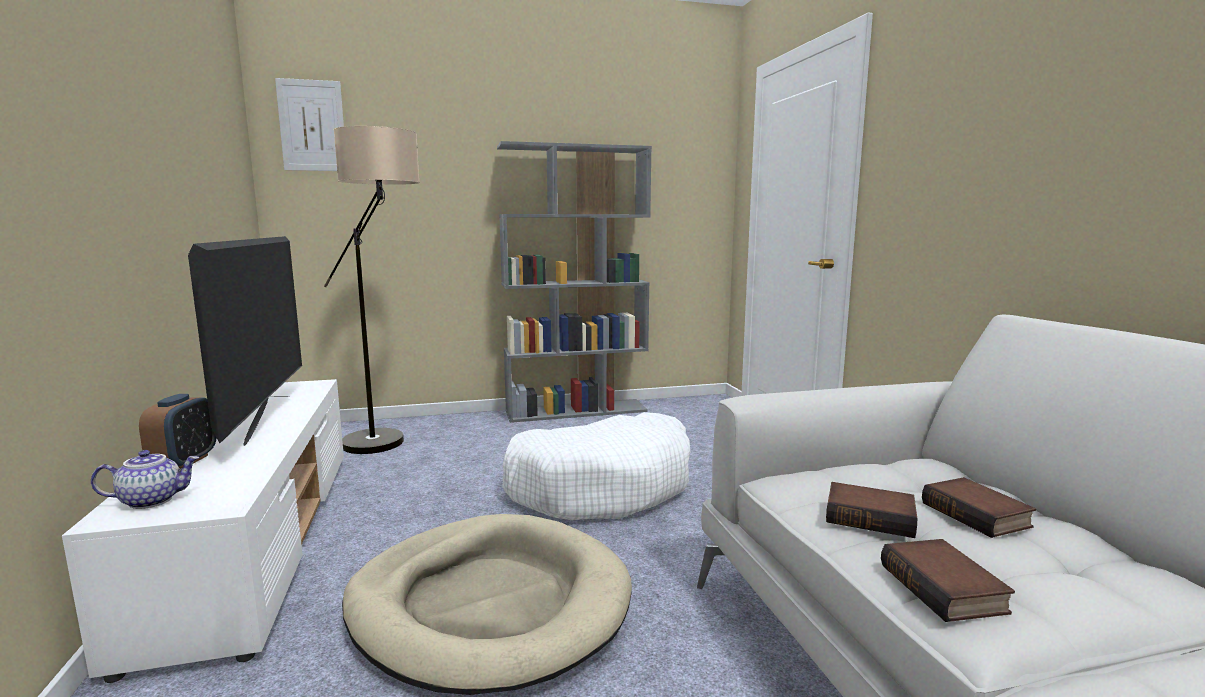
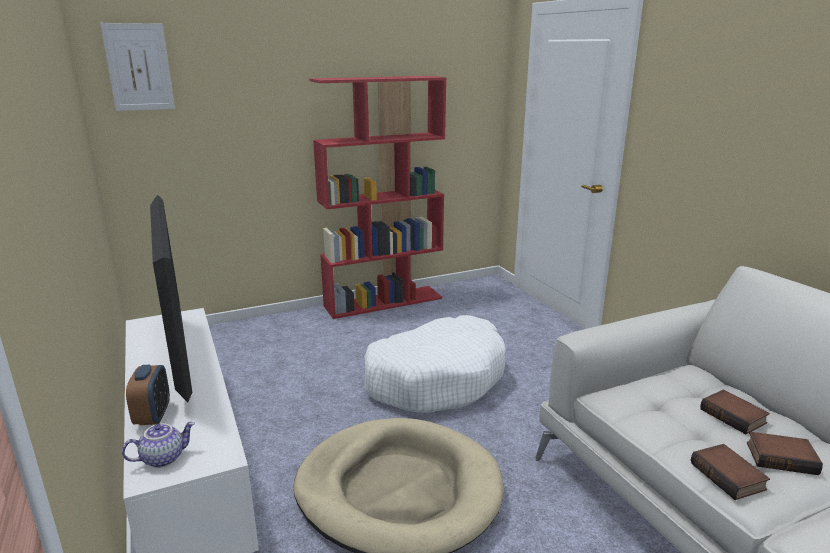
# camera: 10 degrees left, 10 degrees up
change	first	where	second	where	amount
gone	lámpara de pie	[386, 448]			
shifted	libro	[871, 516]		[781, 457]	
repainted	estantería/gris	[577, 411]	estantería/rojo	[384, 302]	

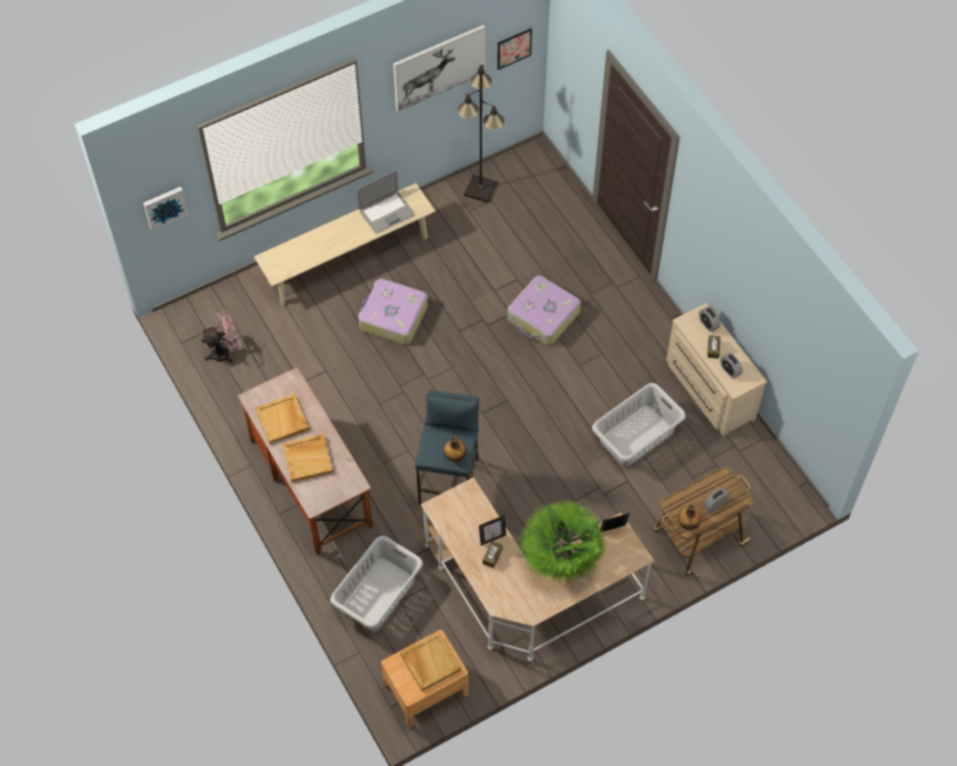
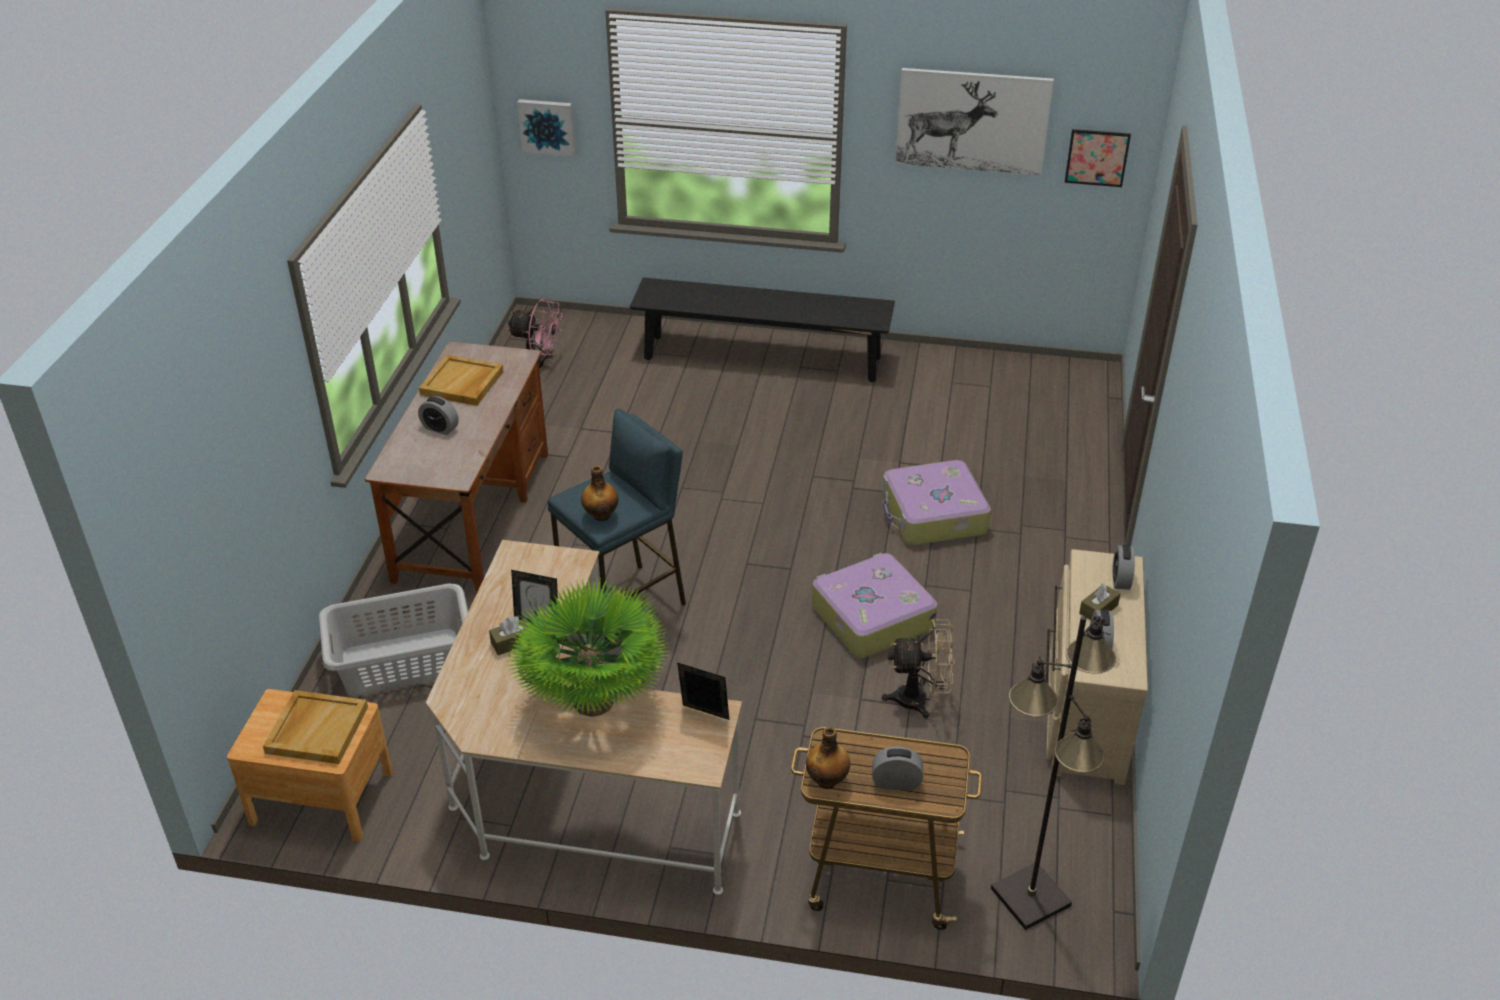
# camera: 40 degrees right, 20 degrees down
change	first	where	second	where	amount
gone	portátil	[386, 212]			
shifted	maleta	[392, 317]		[871, 617]	
shifted	lámpara de pie/negro	[481, 189]		[1032, 897]	
swapped	bandeja/beis	[308, 459]	despertador	[440, 428]	
swapped	cesto de la ropa/gris	[635, 436]	ventilador/beis	[920, 699]	
repainted	banco/beis	[348, 260]	banco/negro	[762, 358]	

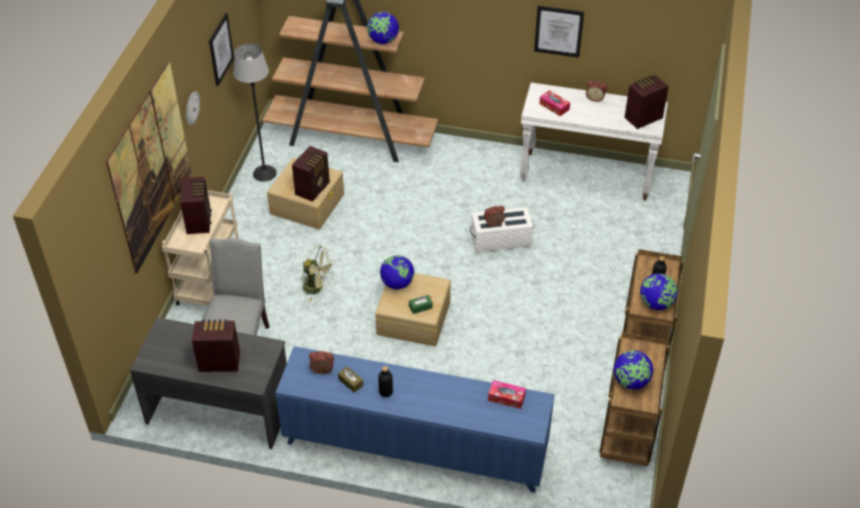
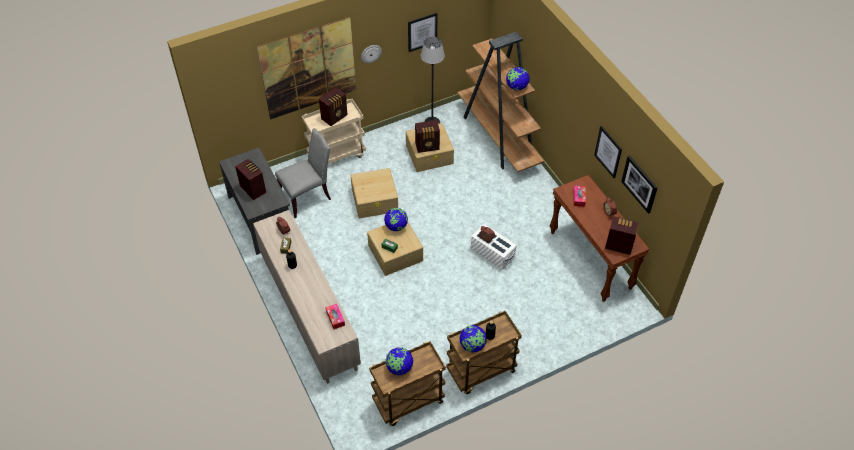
# camera: 50 degrees right, 5 degrees up
change	first	where	second	where	amount
new			cuadro	[640, 184]	
swapped	ventilador/verde	[317, 288]	caja de almacenaje/beis	[375, 199]	
repainted	armario/azul	[415, 448]	armario/beis	[309, 312]	
repainted	mesa consola/blanco	[587, 175]	mesa consola/marrón	[591, 260]	

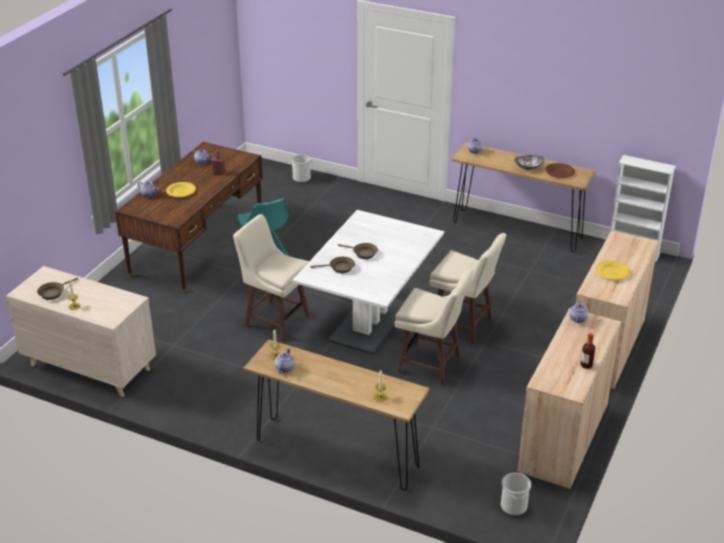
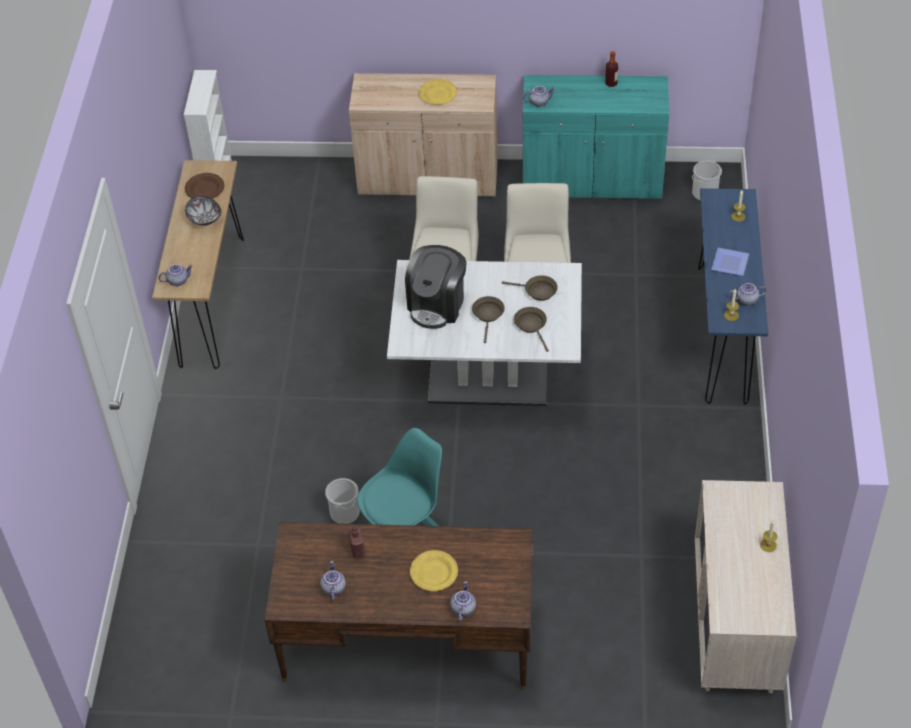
# camera: 110 degrees left, 15 degrees up
change	first	where	second	where	amount
gone	taburete/beis	[275, 320]			
new			cafetera	[437, 305]	
new			plato	[731, 264]	
shifted	sartén/marrón	[53, 293]		[537, 291]	
shifted	cubo	[301, 178]		[344, 512]	
repainted	mesa consola/marrón	[336, 453]	mesa consola/azul	[722, 333]	
repainted	armario/beis	[563, 438]	armario/turquesa	[592, 181]	

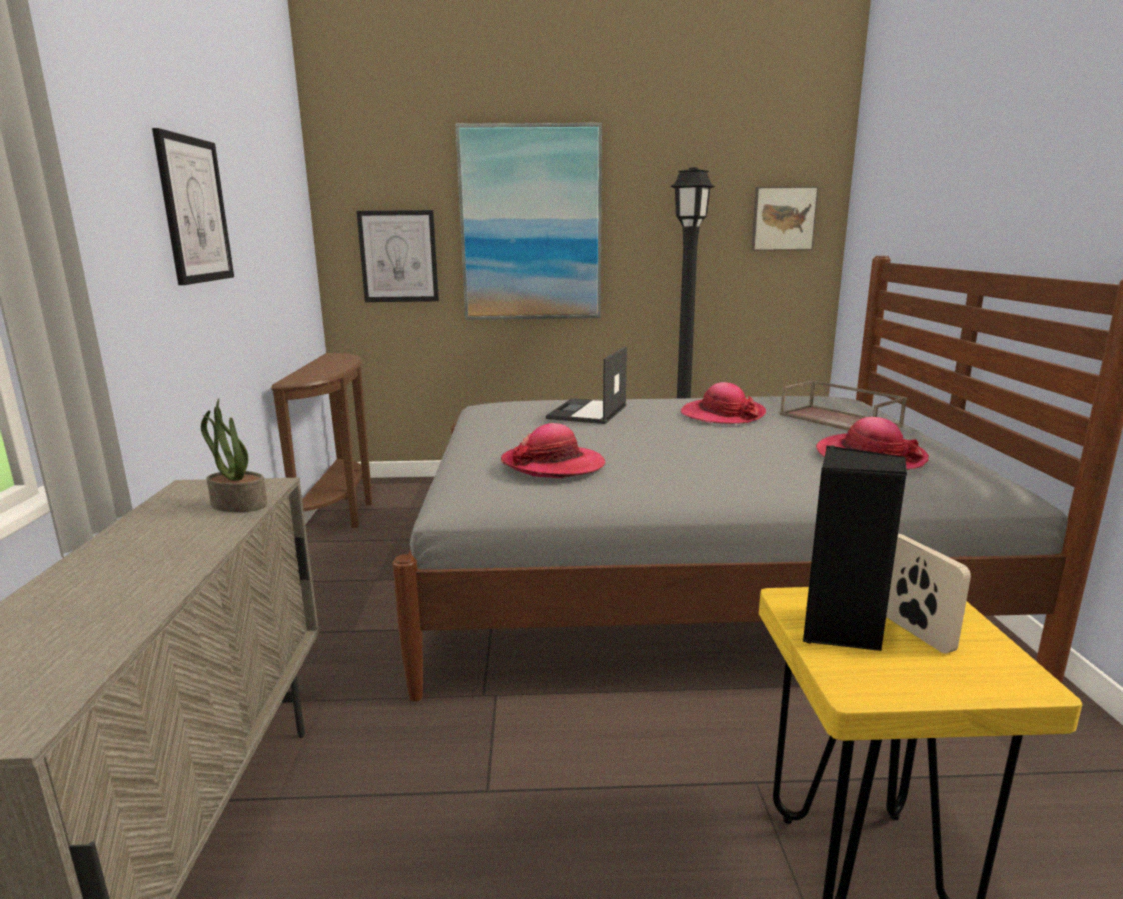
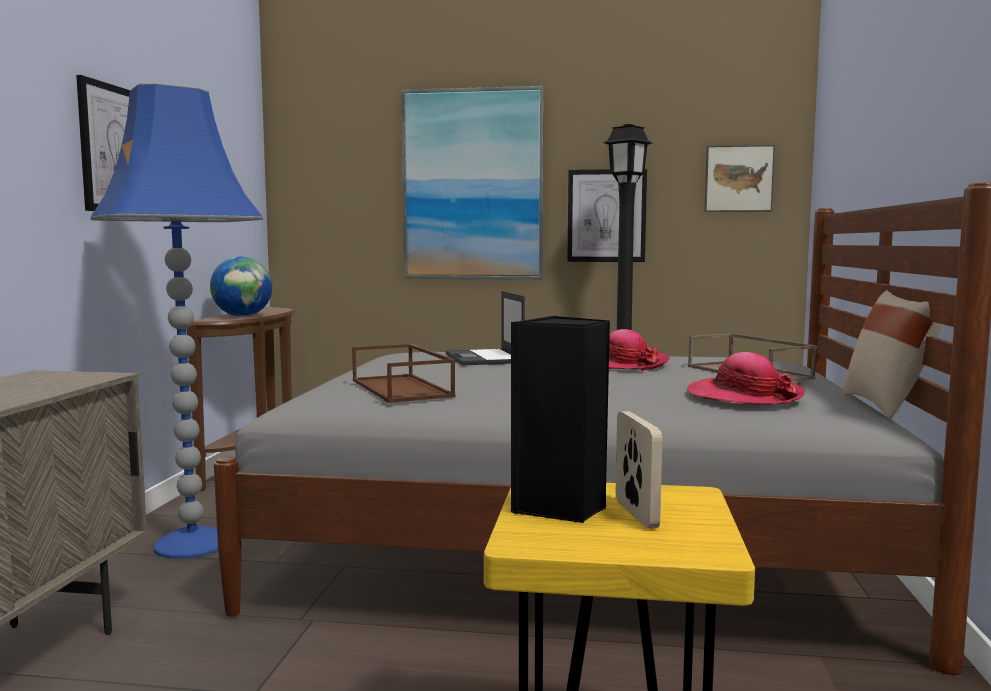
# camera: 10 degrees right, 10 degrees down
change	first	where	second	where	amount
gone	planta en maceta	[237, 505]			
new			lámpara de pie/azul	[191, 545]	
new			globo terráqueo	[242, 316]	
new			cojín/beis	[888, 406]	
shifted	cuadro	[398, 256]		[606, 216]	
swapped	sombrero	[553, 465]	bandeja/marrón	[403, 388]	
rotated	portátil	[587, 412]		[484, 358]	45 degrees counterclockwise

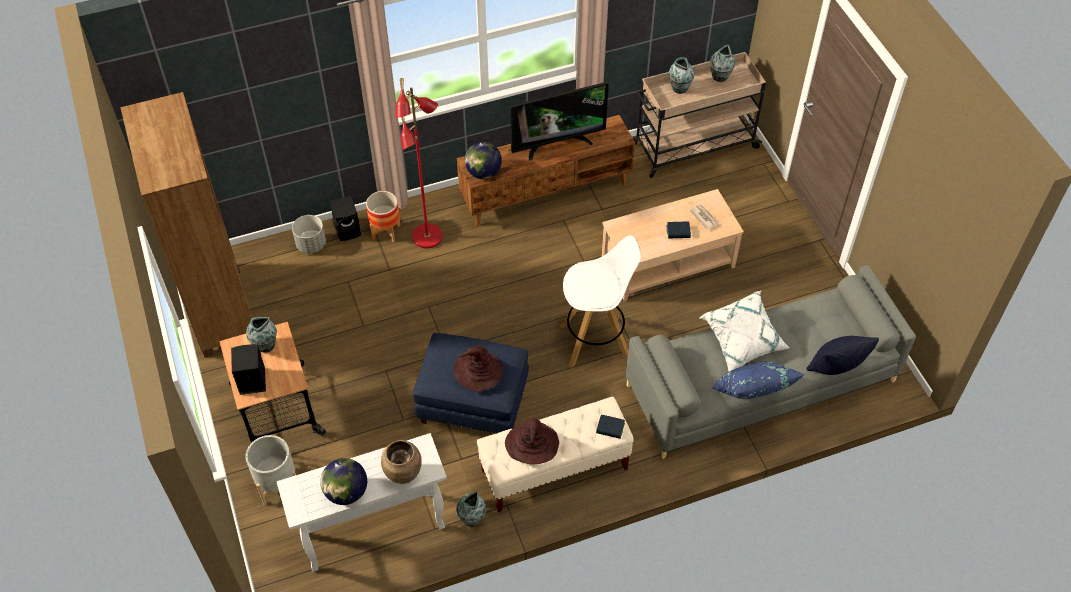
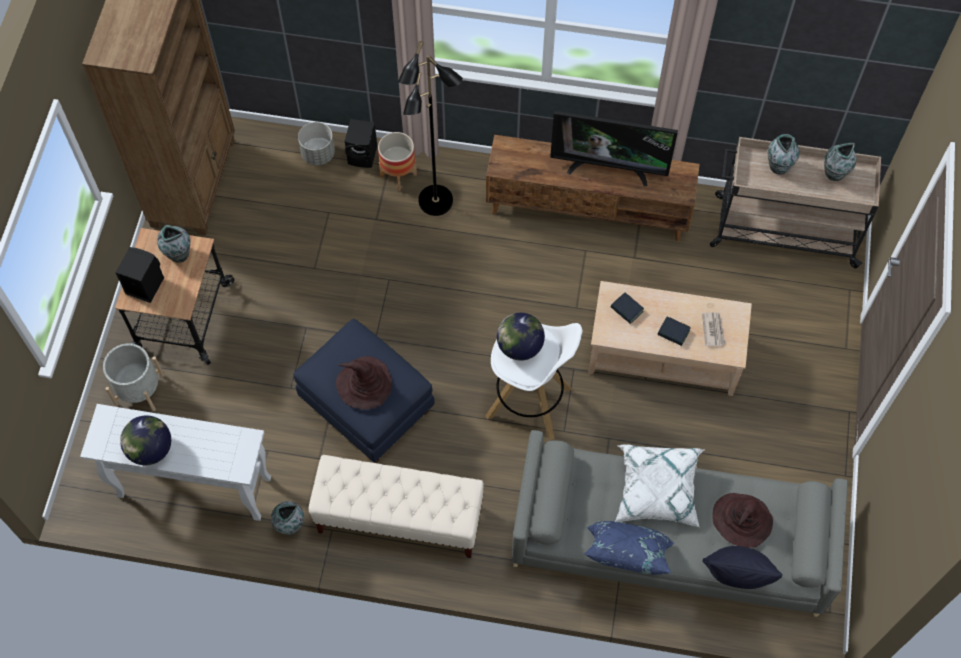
# camera: 30 degrees right, 10 degrees up
change	first	where	second	where	amount
gone	florero/marrón	[403, 475]			
shifted	globo terráqueo	[484, 173]		[520, 347]	
shifted	sombrero/marrón	[532, 444]		[741, 520]	
shifted	libro	[610, 428]		[626, 310]	
repainted	lámpara de pie/rojo	[428, 237]	lámpara de pie/negro	[436, 202]	

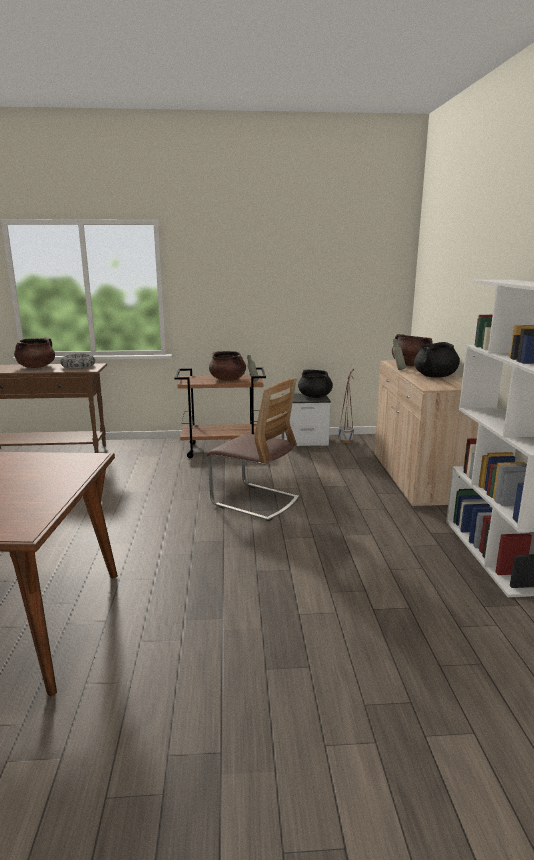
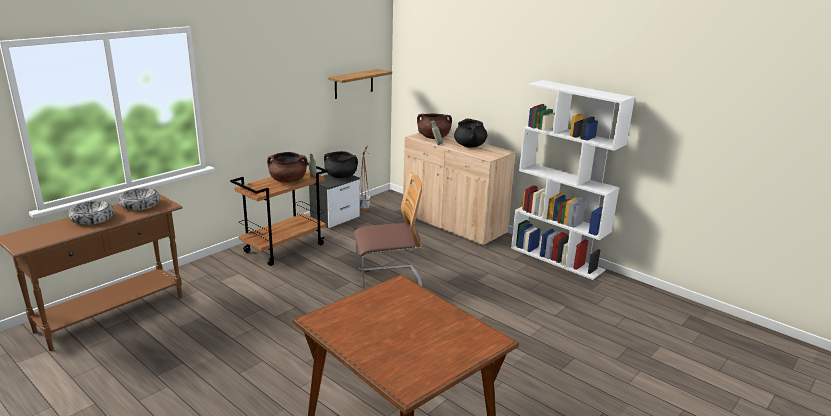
# camera: 45 degrees left, 5 degrees up
change	first	where	second	where	amount
new			estante	[354, 83]	
swapped	olla/marrón	[36, 367]	cuenco	[92, 218]	

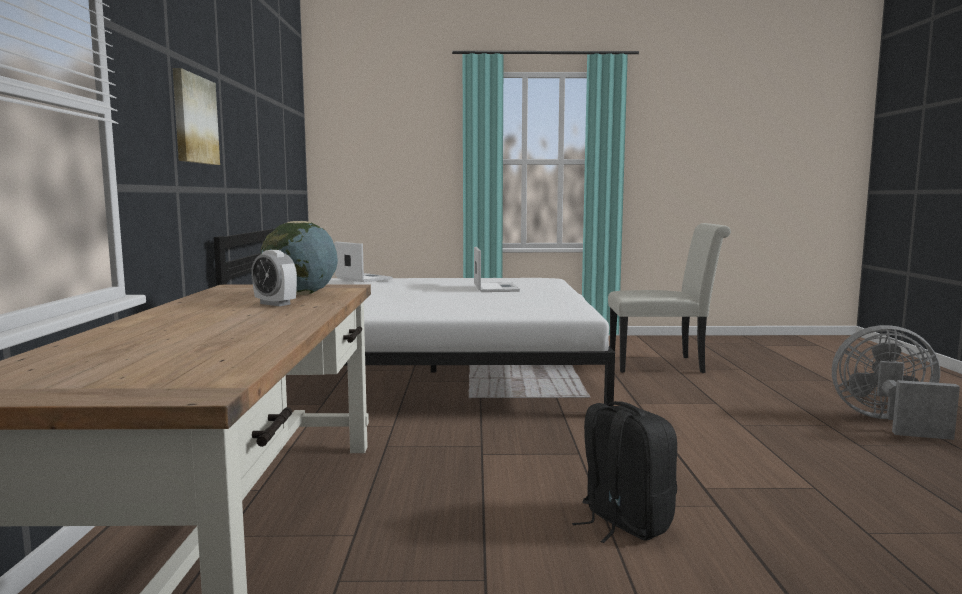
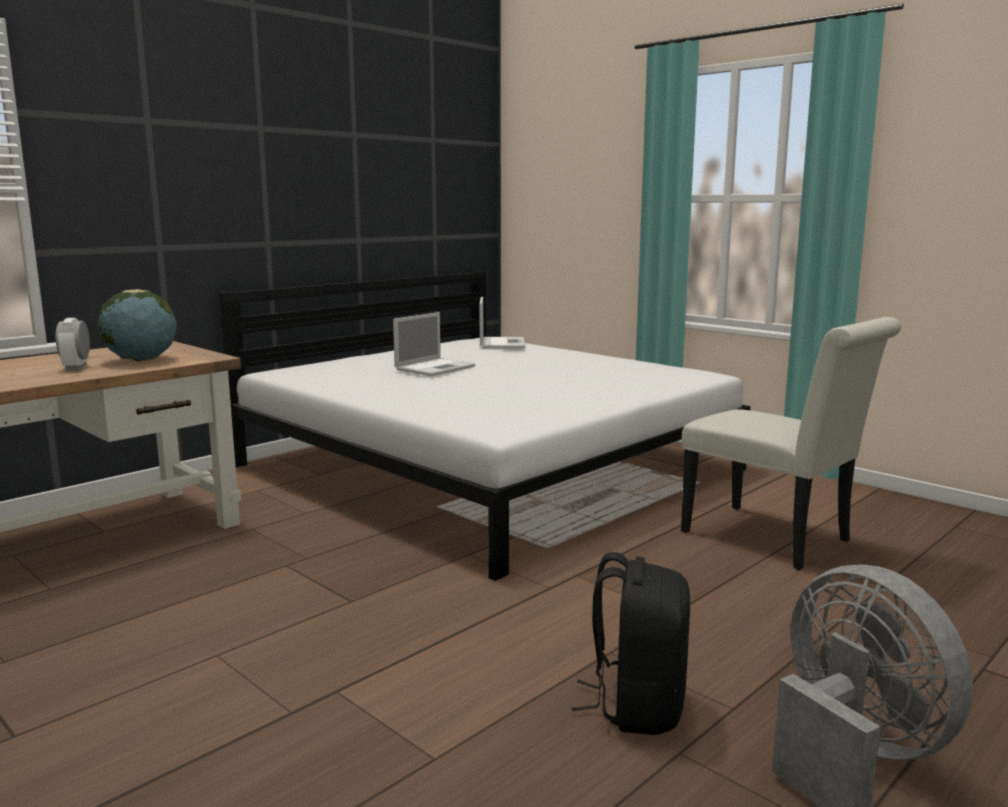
# camera: 45 degrees right, 5 degrees up
change	first	where	second	where	amount
gone	cuadro	[194, 119]			
shifted	portátil	[495, 288]		[436, 368]	
shifted	mochila/negro	[623, 523]		[636, 706]	

